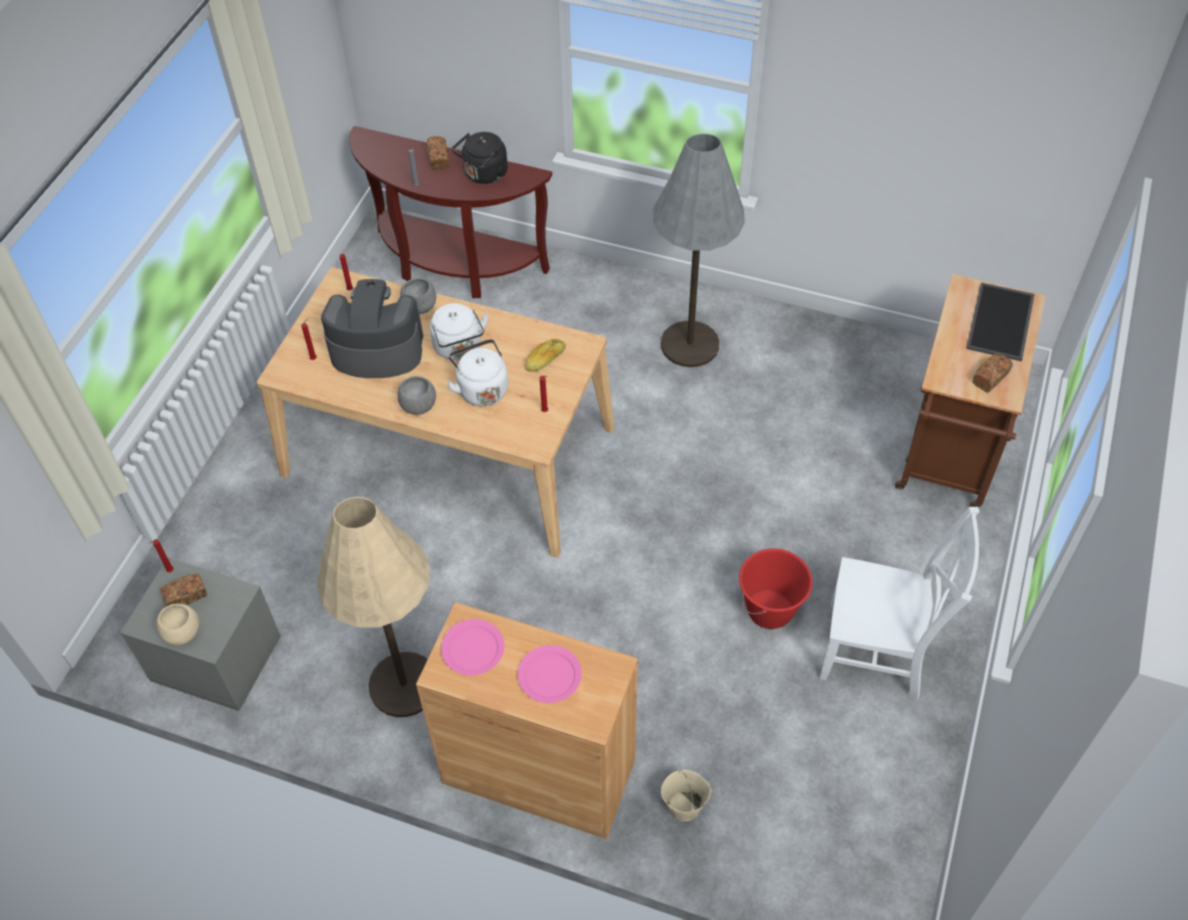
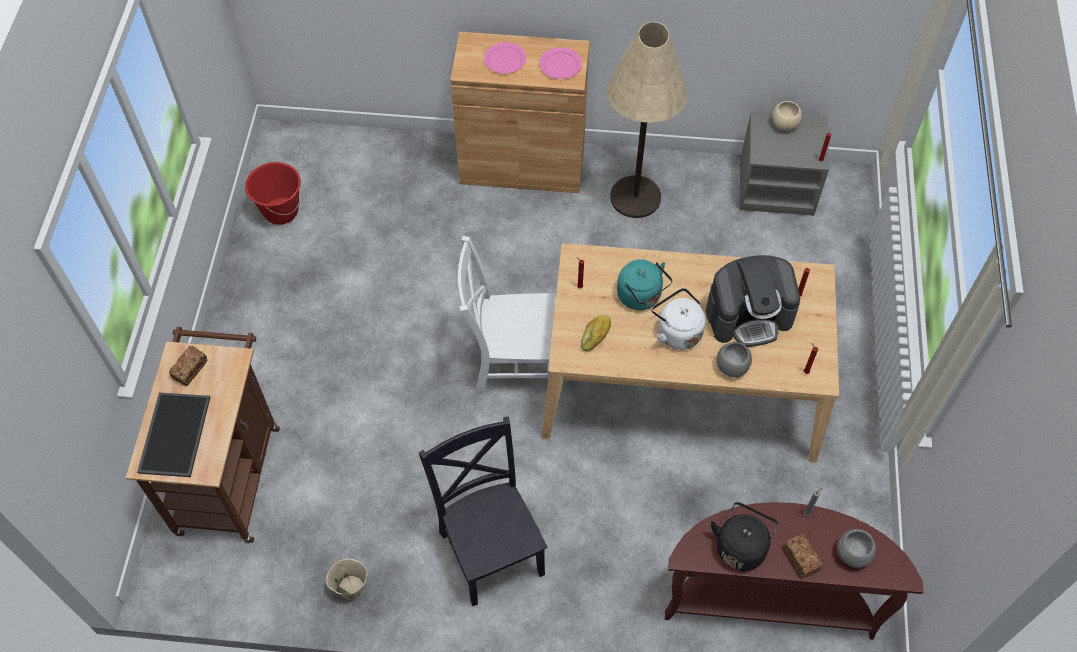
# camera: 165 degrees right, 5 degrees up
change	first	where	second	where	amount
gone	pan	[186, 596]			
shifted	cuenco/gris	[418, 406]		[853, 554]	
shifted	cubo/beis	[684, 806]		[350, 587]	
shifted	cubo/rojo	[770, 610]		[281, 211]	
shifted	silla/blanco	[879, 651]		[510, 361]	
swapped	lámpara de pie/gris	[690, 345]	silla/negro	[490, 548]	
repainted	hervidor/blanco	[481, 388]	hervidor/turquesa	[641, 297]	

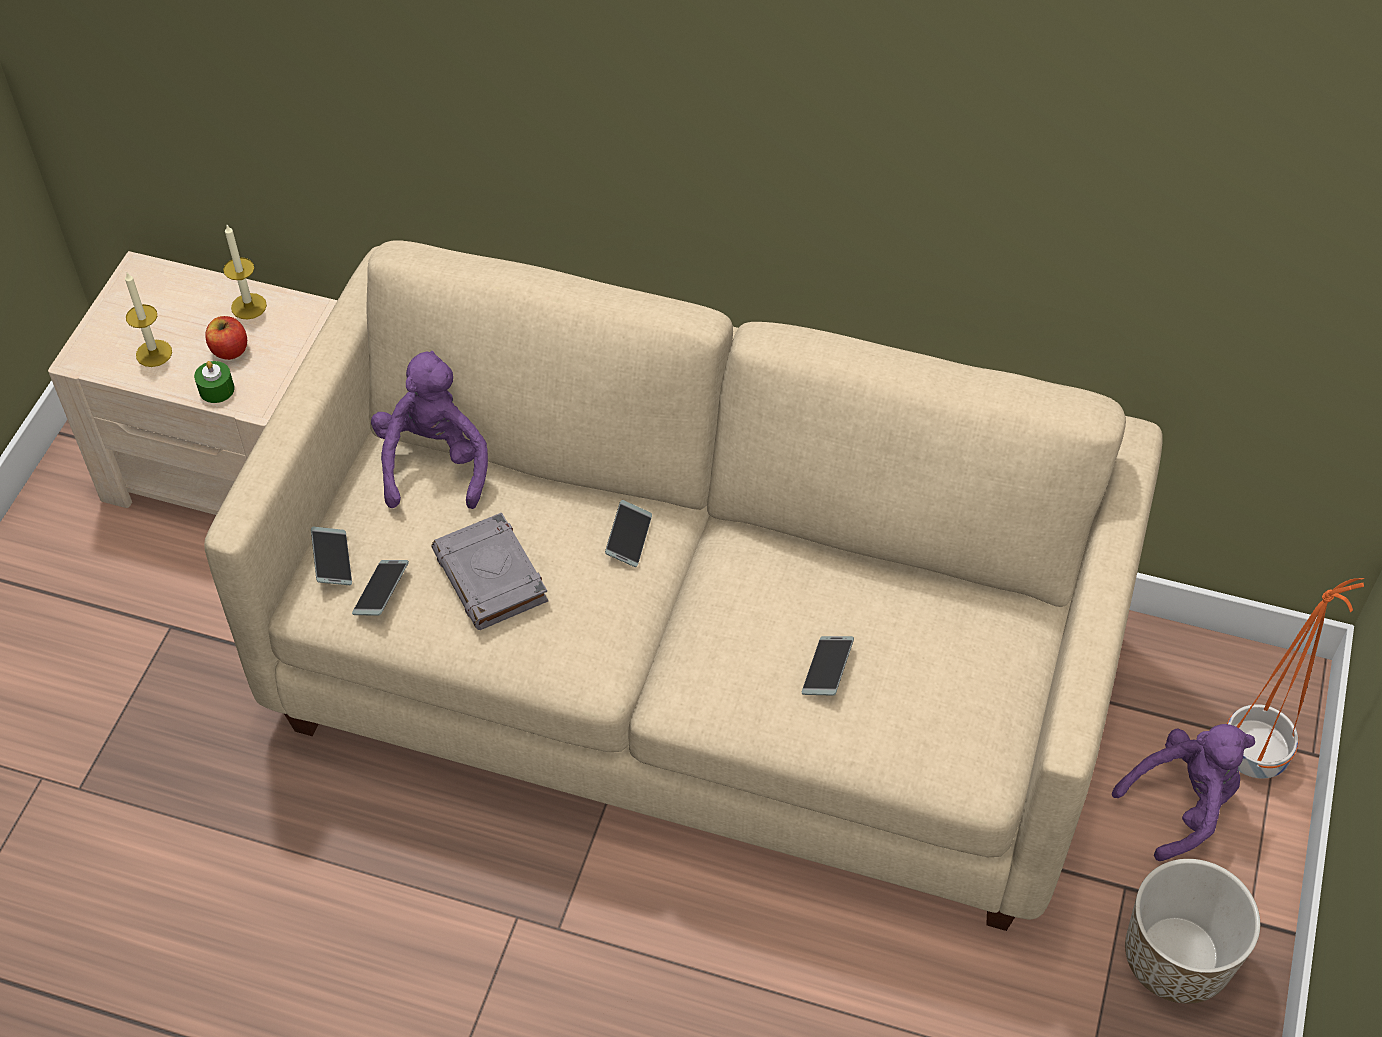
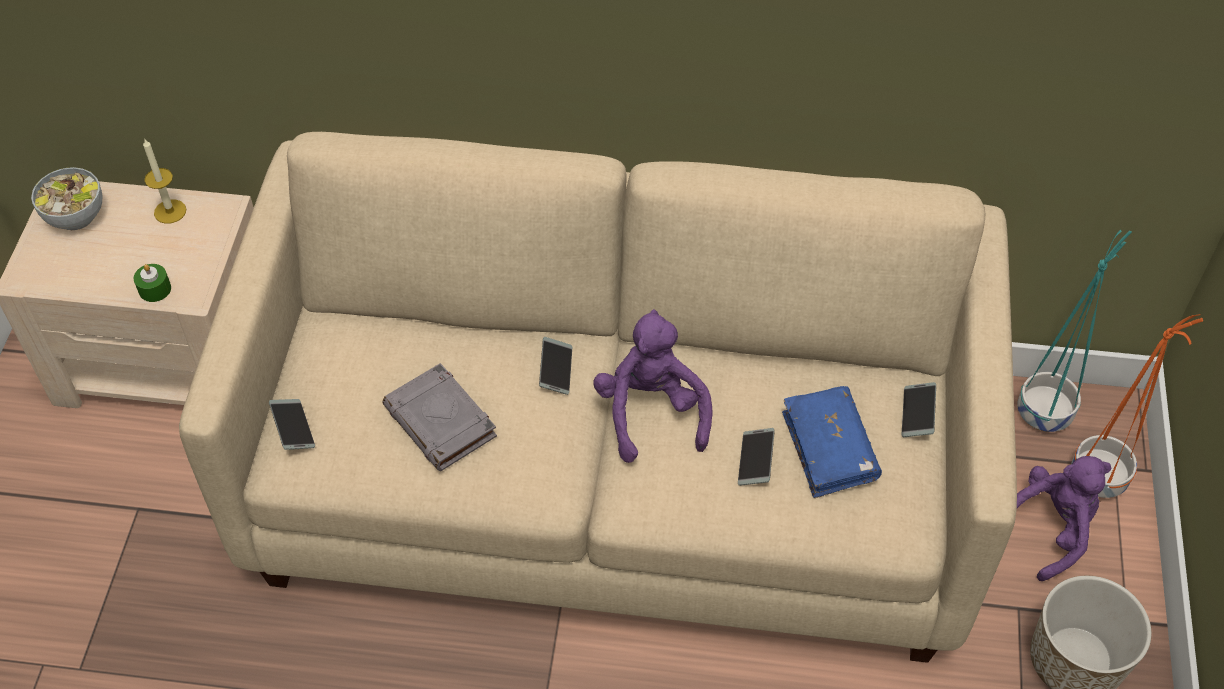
# camera: 10 degrees left, 0 degrees up
change	first	where	second	where	amount
gone	vela	[154, 353]			
gone	manzana	[229, 350]			
new			cuenco	[76, 216]	
new			libro/azul	[829, 449]	
new			maceta/turquesa	[1045, 411]	
shifted	móvil	[381, 592]		[917, 413]	
shifted	peluche/morado	[434, 462]		[651, 412]	

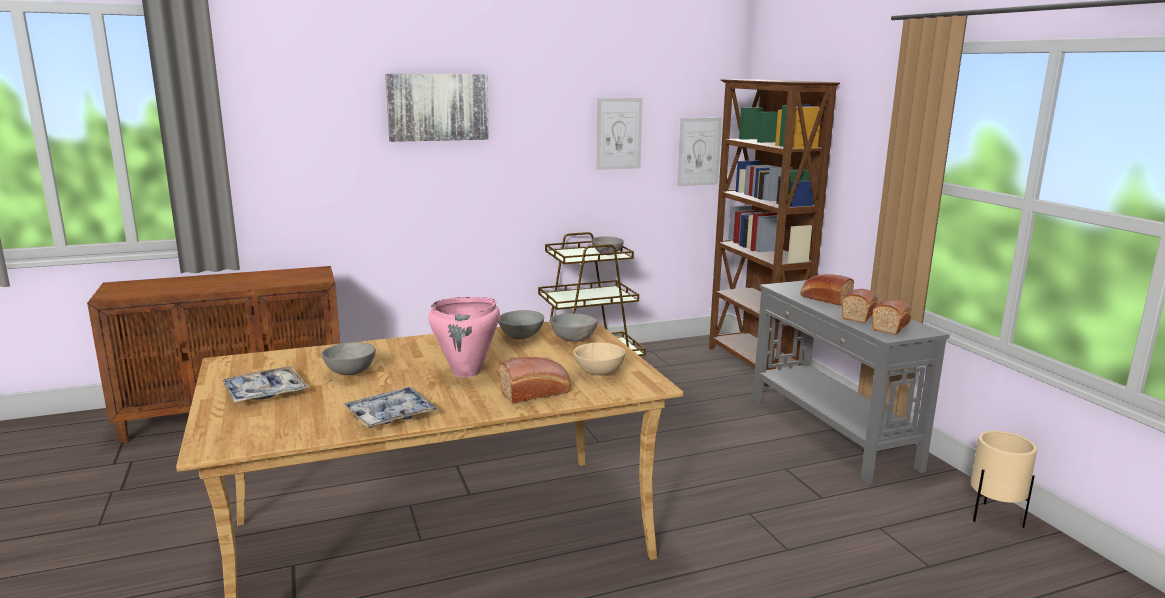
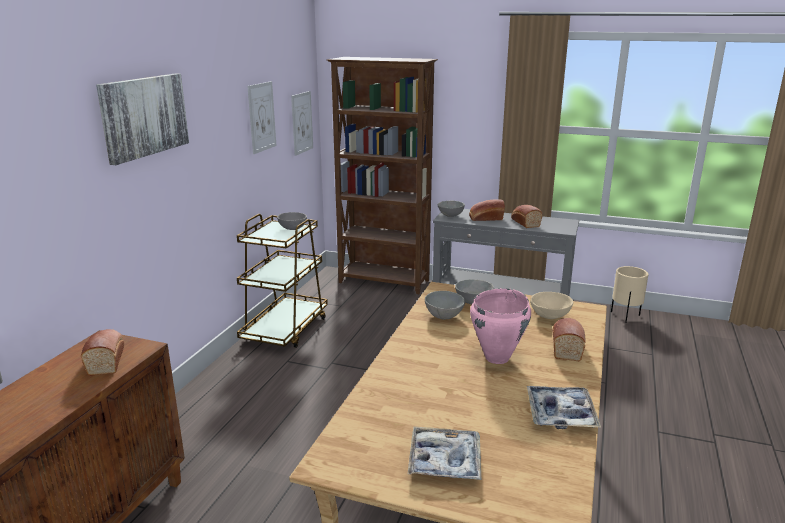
# camera: 50 degrees left, 5 degrees up
change	first	where	second	where	amount
shifted	cuenco/gris	[349, 373]		[450, 216]	
shifted	pan	[891, 326]		[107, 360]	

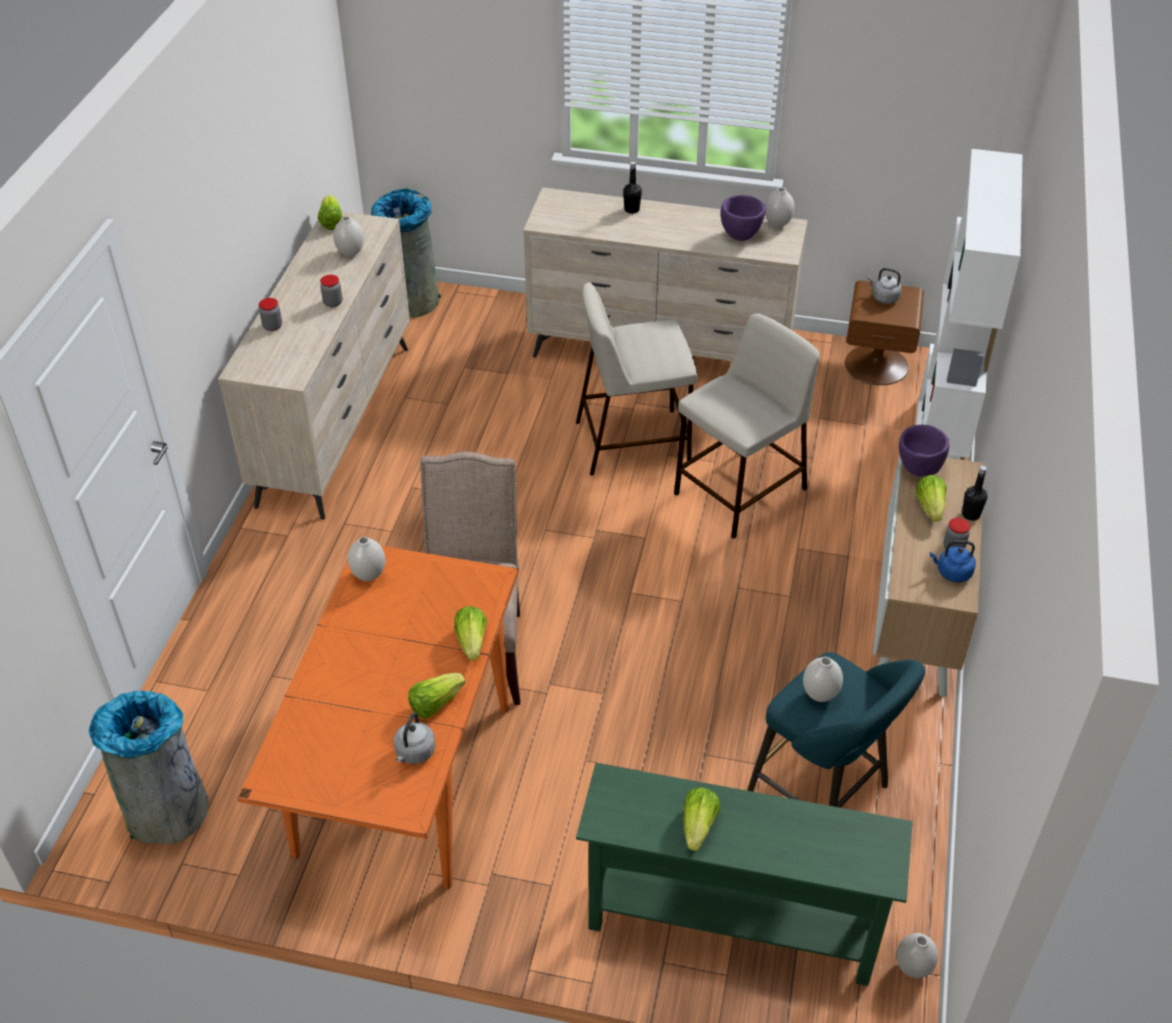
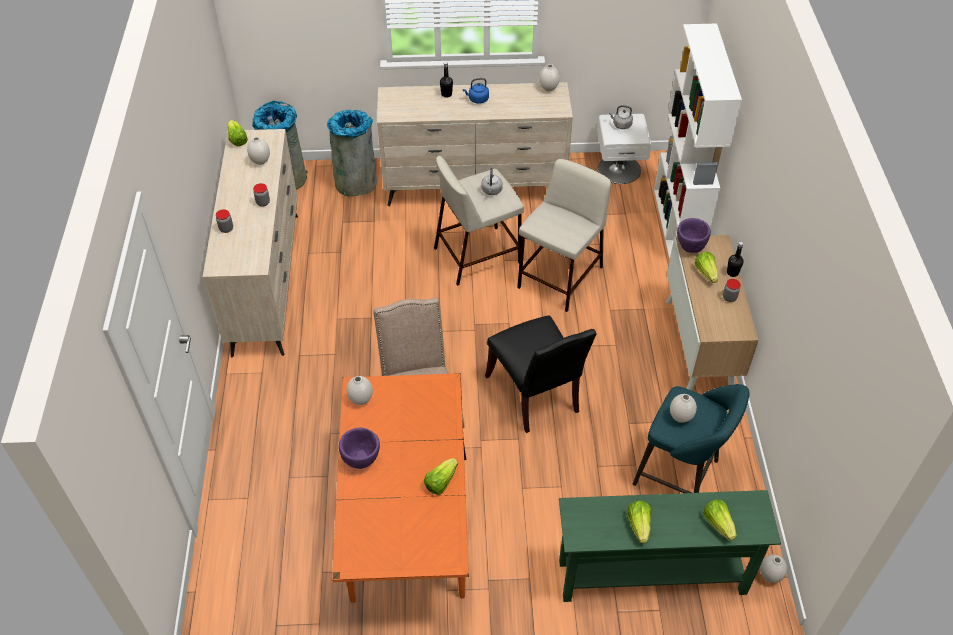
# camera: 15 degrees left, 5 degrees up
change	first	where	second	where	amount
new			silla/negro	[536, 396]	
shifted	papelera/gris	[168, 813]		[356, 183]	
shifted	hervidor/gris	[414, 753]		[491, 191]	
shifted	lechuga	[472, 642]		[718, 524]	
shifted	cuenco/morado	[740, 236]		[361, 461]	
shifted	hervidor/azul	[952, 572]		[477, 99]	
repainted	mesita de noche/marrón	[876, 364]	mesita de noche/blanco	[619, 168]	

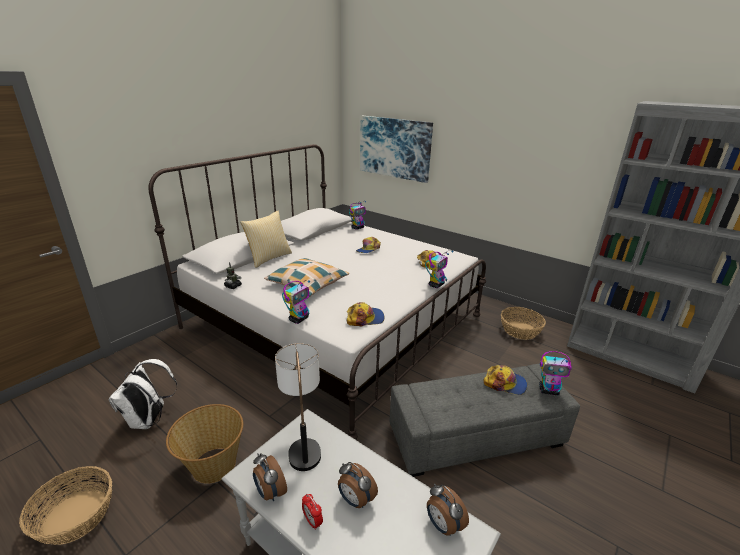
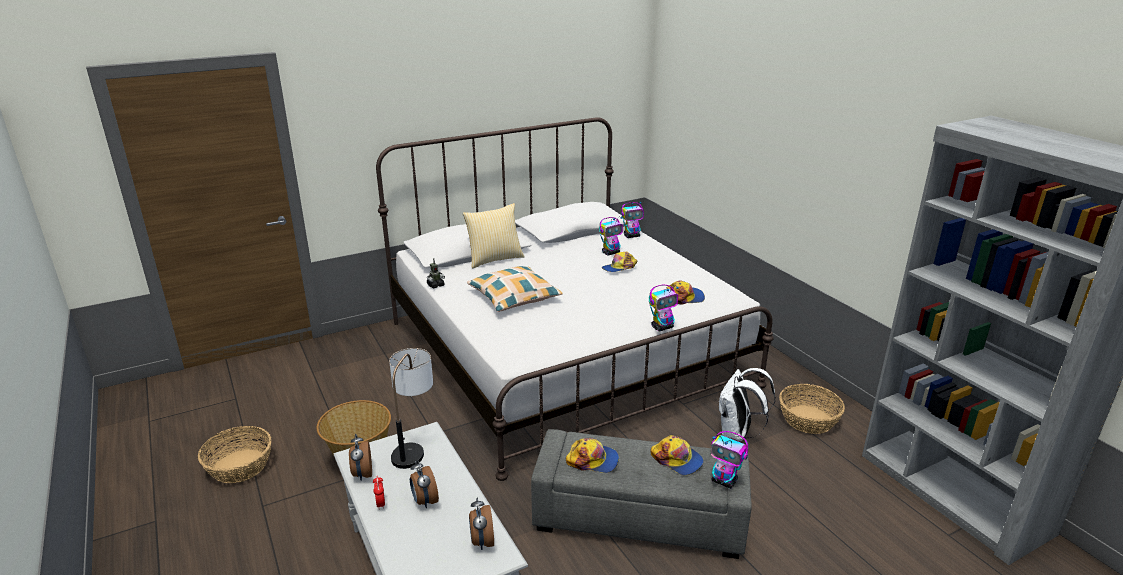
# camera: 25 degrees right, 0 degrees up
change	first	where	second	where	amount
gone	cuadro	[394, 148]			
shifted	mochila/blanco	[149, 420]		[737, 433]	
shifted	robot de juguete	[299, 319]		[611, 252]	
shifted	gorra	[365, 318]		[593, 460]	

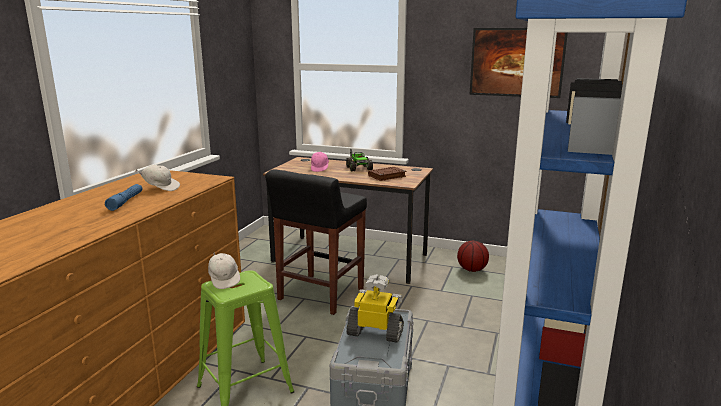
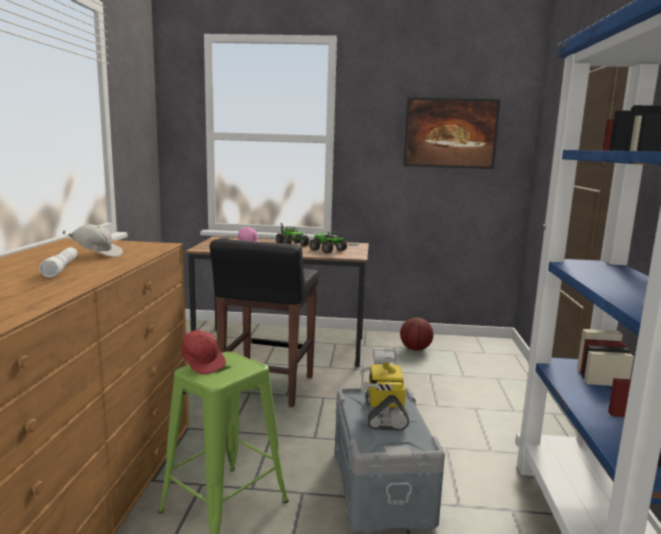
# camera: 15 degrees left, 5 degrees down
change	first	where	second	where	amount
swapped	libro/marrón	[386, 176]	camión de juguete	[328, 250]	
repainted	linterna/azul	[126, 201]	linterna/blanco	[61, 268]	
repainted	gorra/blanco	[224, 280]	gorra/rojo	[202, 364]	
rotated	robot de juguete	[376, 332]		[383, 414]	90 degrees counterclockwise

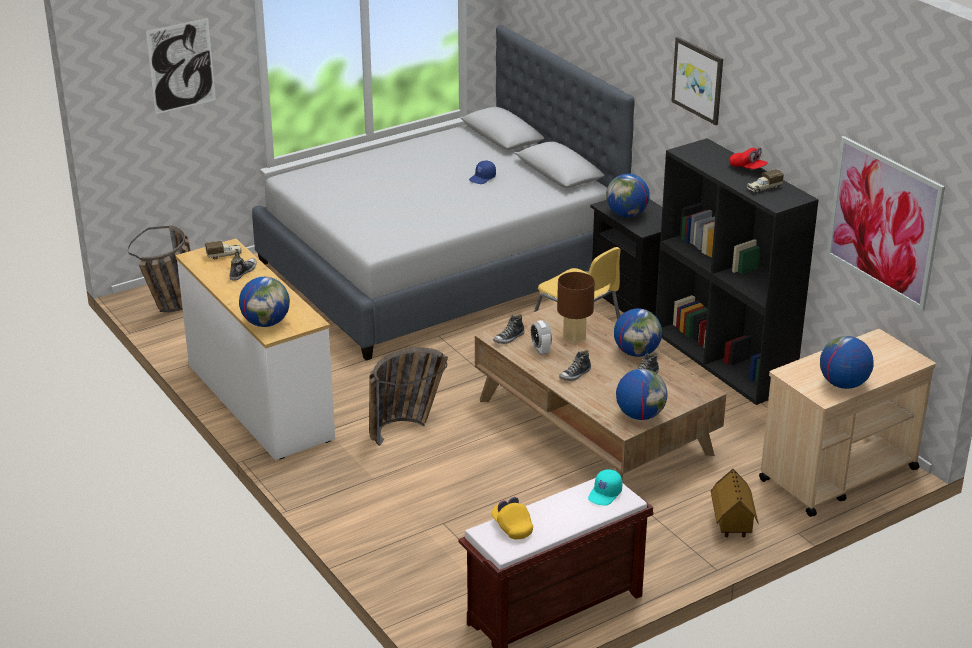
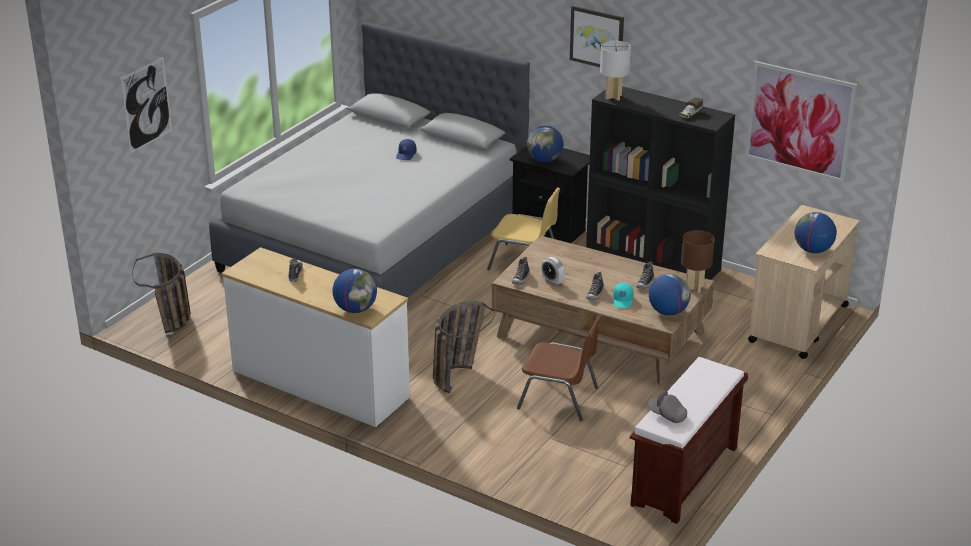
# camera: 25 degrees left, 0 degrees up
change	first	where	second	where	amount
gone	camión de juguete	[224, 255]			
gone	globo terráqueo	[637, 352]			
gone	casita	[731, 525]			
gone	gorra/rojo	[747, 168]			
new			silla/marrón	[559, 398]	
new			lámpara de mesa/blanco	[613, 97]	
shifted	lámpara de mesa/marrón	[574, 339]		[694, 288]	
shifted	gorra/turquesa	[605, 494]		[623, 301]	
repainted	gorra/amarillo	[512, 527]	gorra/gris	[667, 415]	

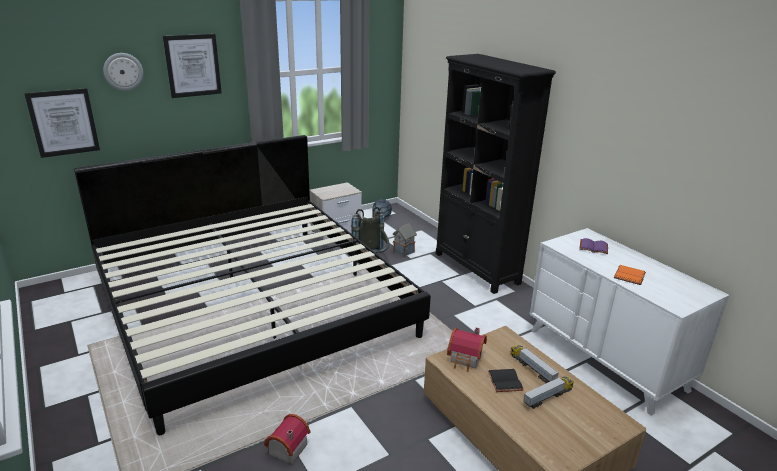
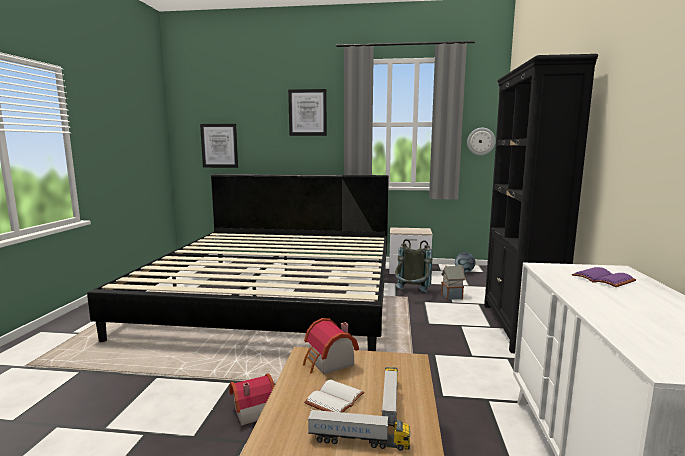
# camera: 40 degrees right, 15 degrees down
change	first	where	second	where	amount
gone	libro/naranja	[630, 276]			
shifted	reloj de pared	[123, 71]		[481, 141]	
shifted	casita	[285, 449]		[251, 411]	
repainted	libro/negro	[506, 381]	libro/blanco	[335, 400]	

